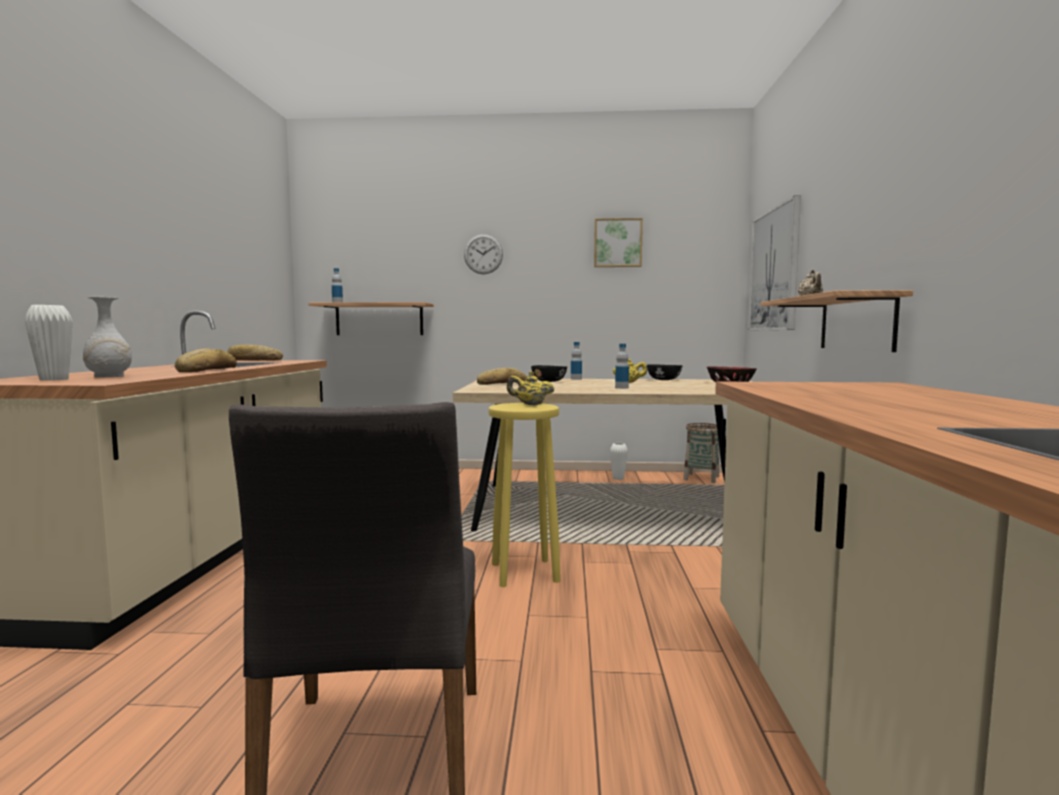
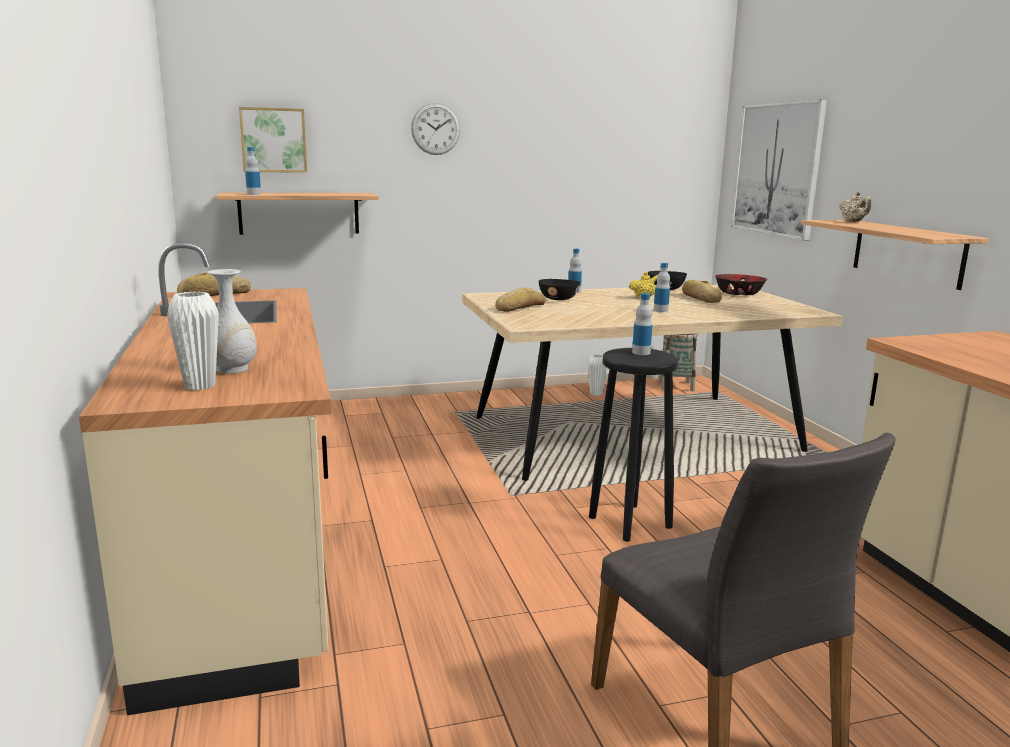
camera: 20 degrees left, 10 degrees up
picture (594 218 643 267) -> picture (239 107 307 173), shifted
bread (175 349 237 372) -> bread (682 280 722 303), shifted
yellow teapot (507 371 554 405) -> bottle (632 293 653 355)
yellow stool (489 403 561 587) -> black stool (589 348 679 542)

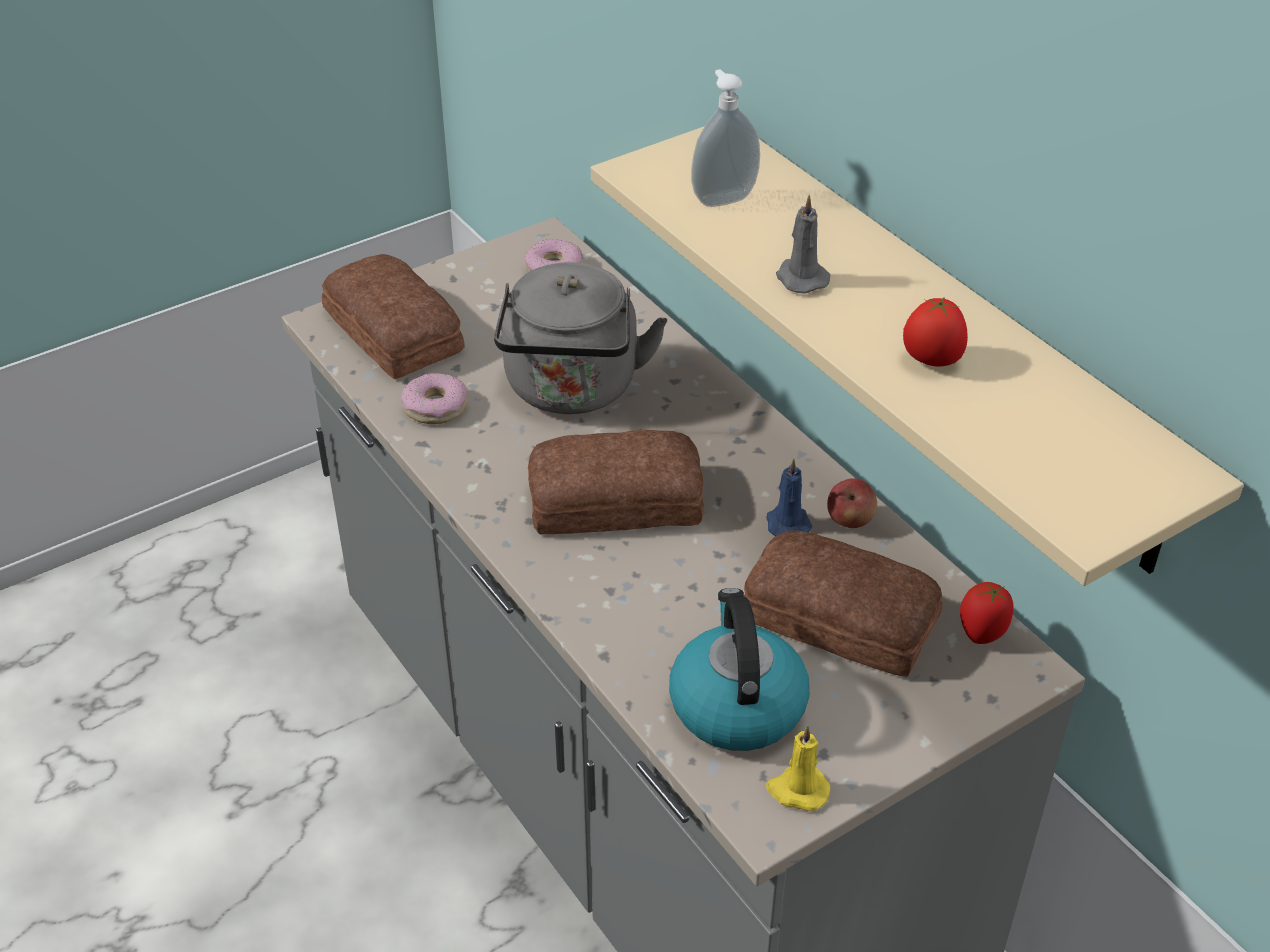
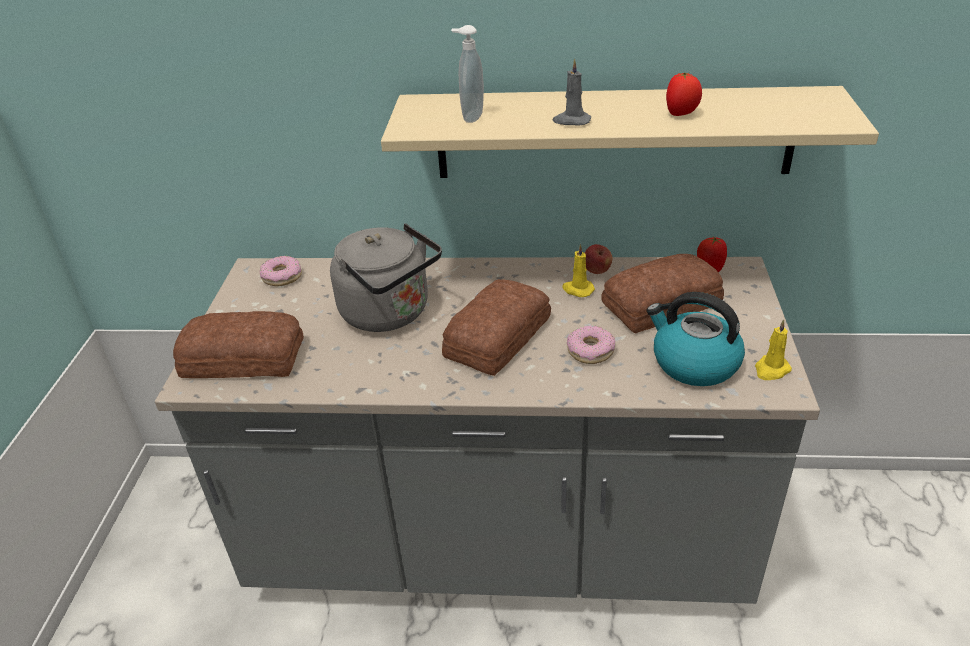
camera: 50 degrees left, 5 degrees down
donut (401 373 468 424) -> donut (567 325 615 364), shifted
blue candle (766 458 812 536) -> yellow candle (562 244 595 297)

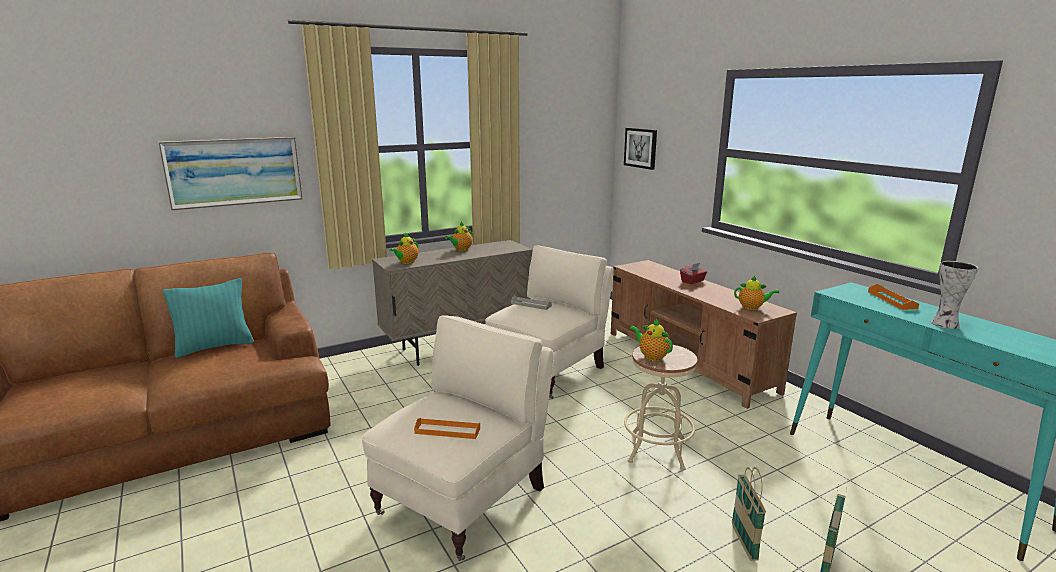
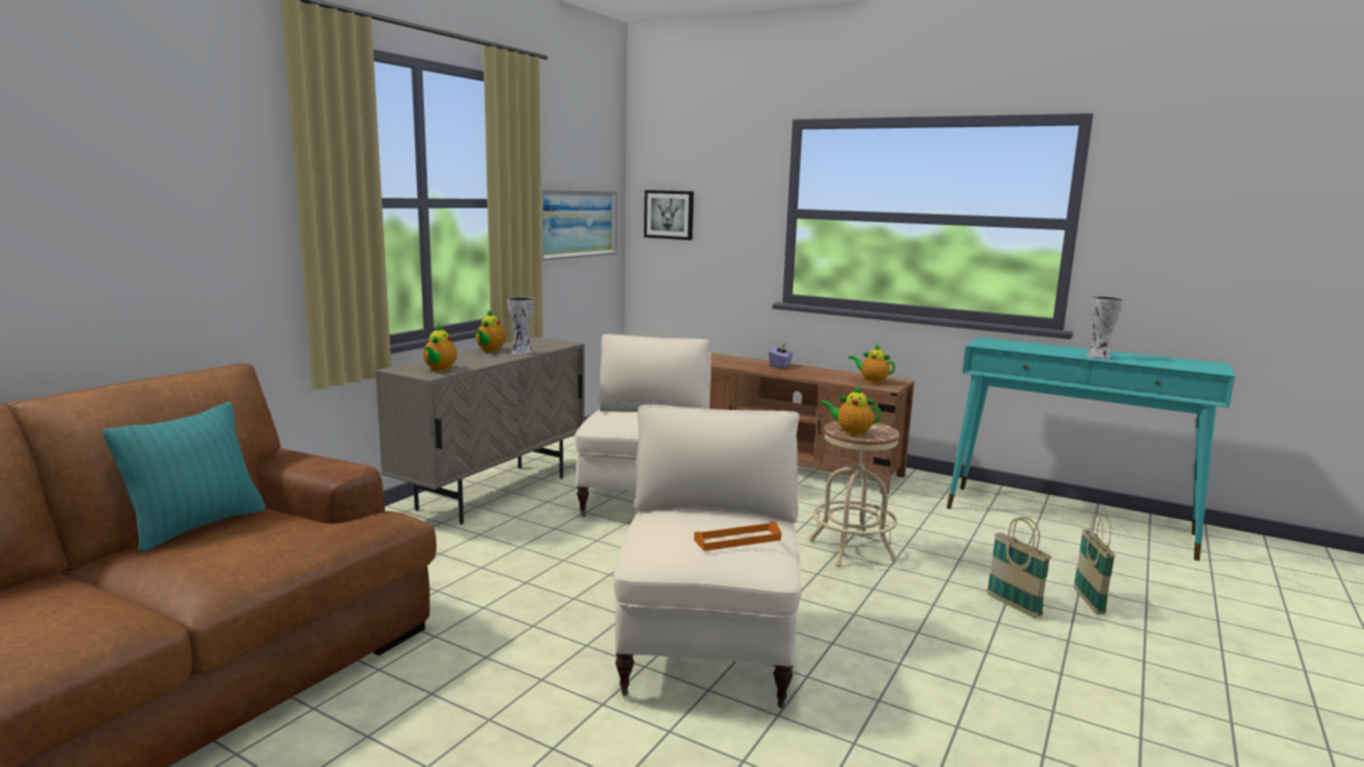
camera: 30 degrees left, 5 degrees down
picture (158 137 303 211) -> picture (541 190 617 260), shifted
red tissue box (680 263 707 284) -> purple tissue box (769 342 793 368)
teapot (734 276 779 310) -> teapot (849 344 895 384), 135 degrees counterclockwise
orange tray (868 284 919 310) -> none
none -> vase (507 297 535 355)

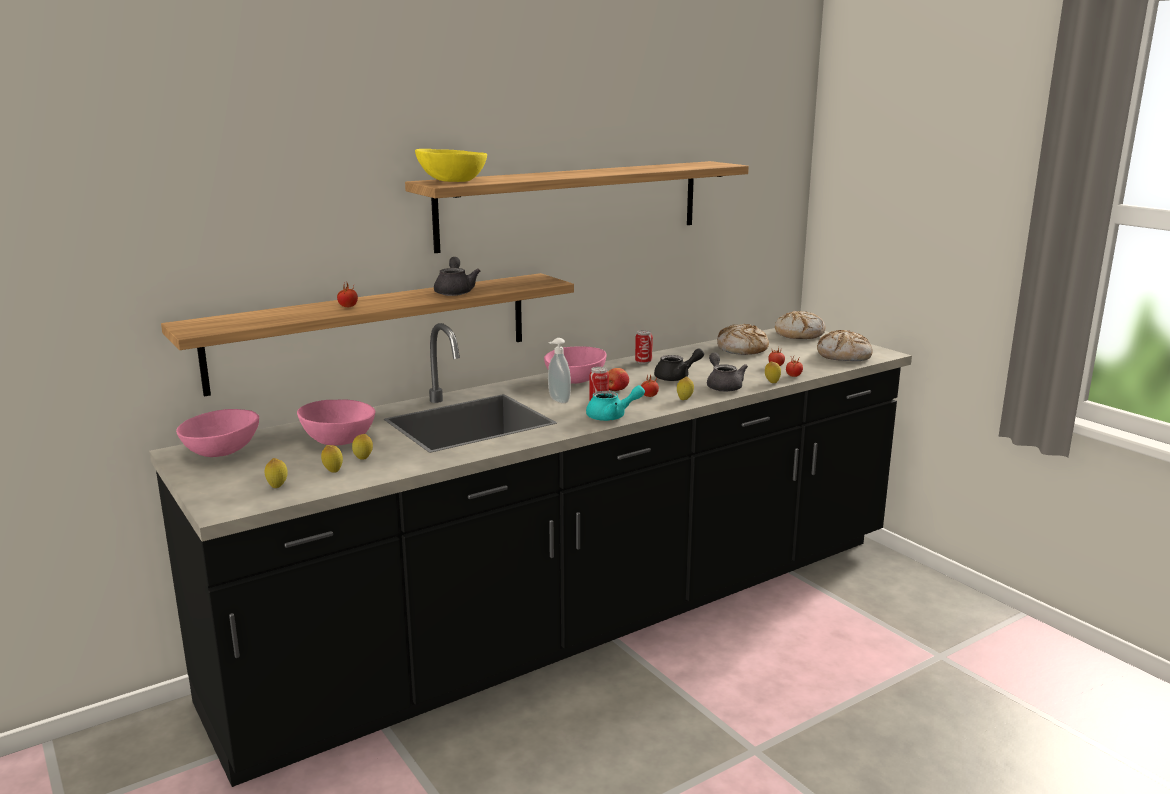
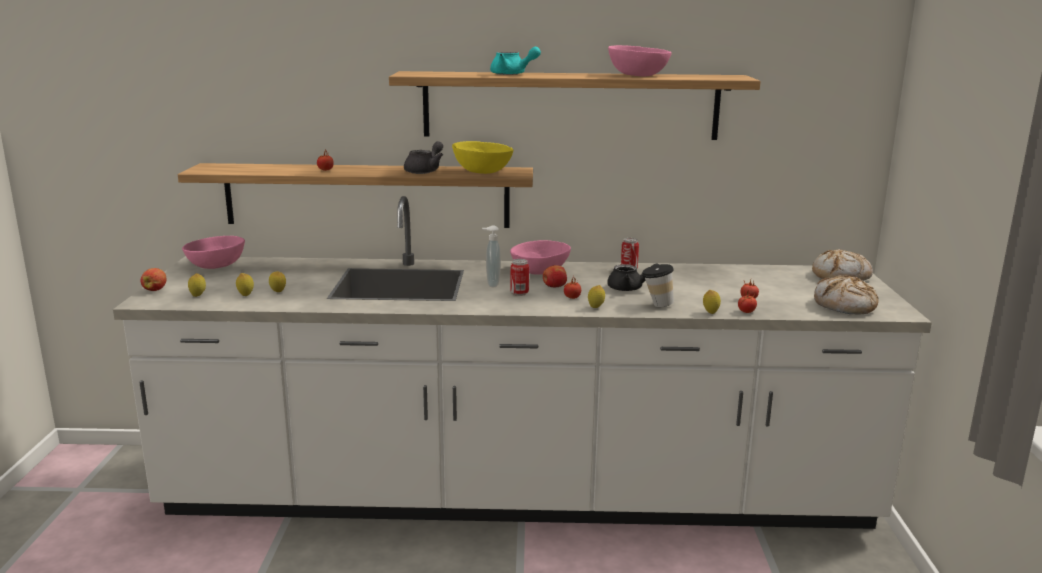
camera: 35 degrees right, 0 degrees up
yellow bowl (415 149 487 182) -> yellow bowl (452 141 513 174), shifted
black counter (149 323 912 787) -> white counter (113 196 932 529)
bread (717 324 769 355) -> none
grey teapot (707 352 748 392) -> cup (642 264 674 307)
turquoise teapot (586 385 645 421) -> turquoise teapot (490 47 541 75), shifted
pink bowl (297 399 375 445) -> pink bowl (608 45 672 76), shifted
none -> apple (141 268 167 291)

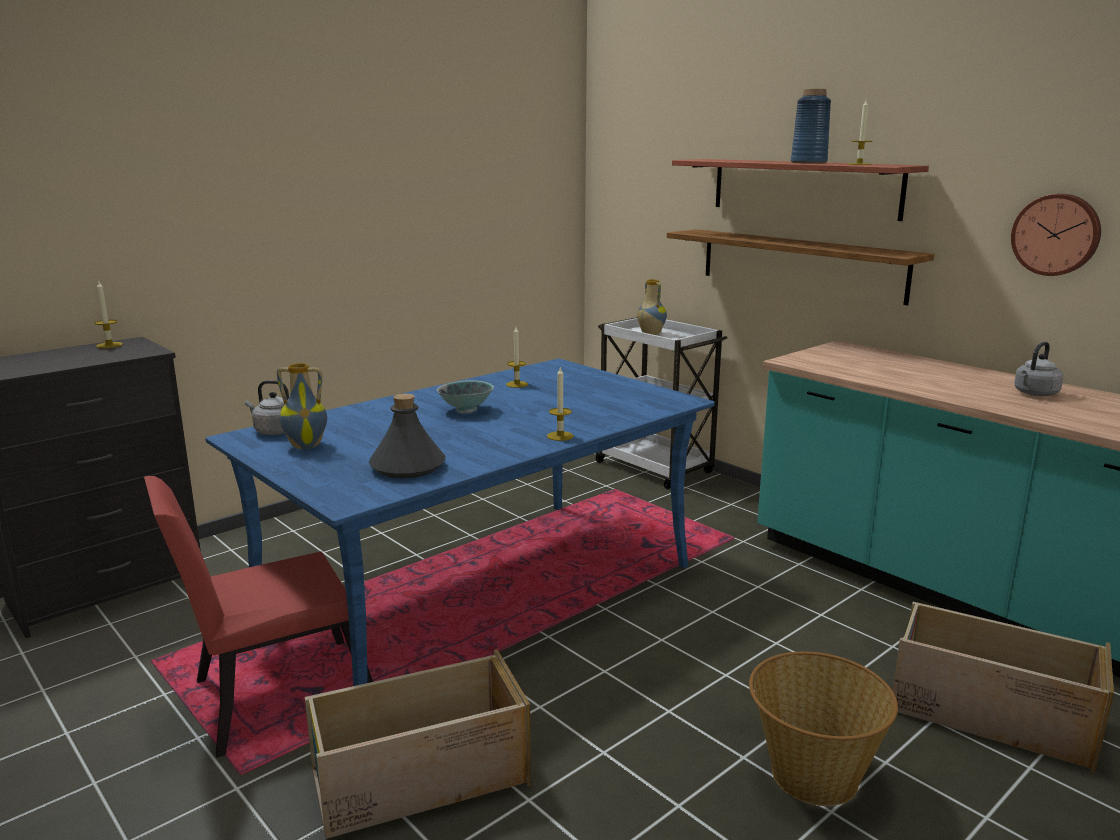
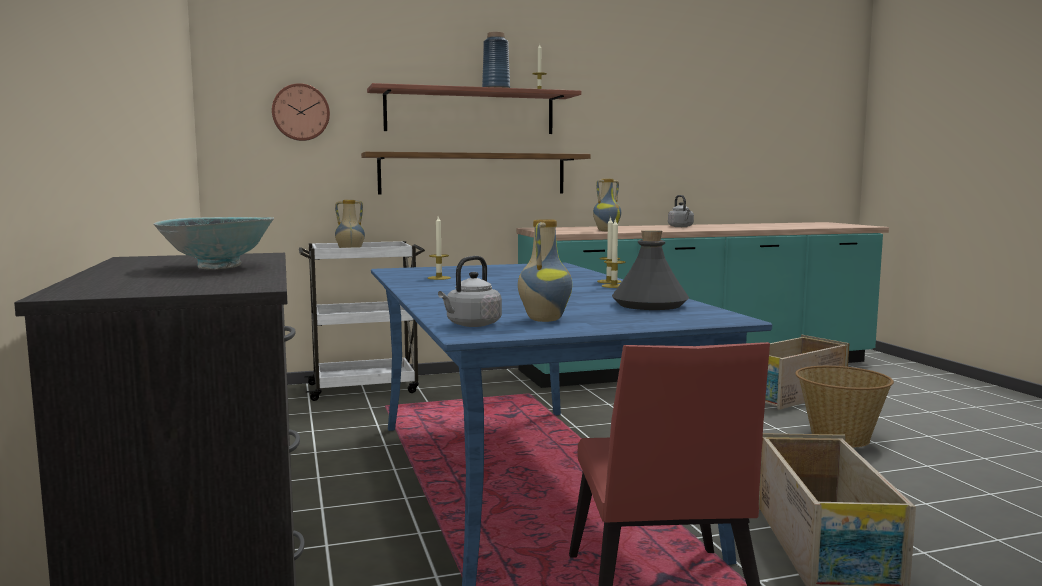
camera: 65 degrees left, 10 degrees down
wall clock (1011 194 1101 276) -> wall clock (272 83 330 141), shifted
candle (94 281 123 348) -> candle (602 218 625 288), shifted
bowl (437 380 494 413) -> bowl (153 217 274 270), shifted
none -> vase (593 179 621 231)

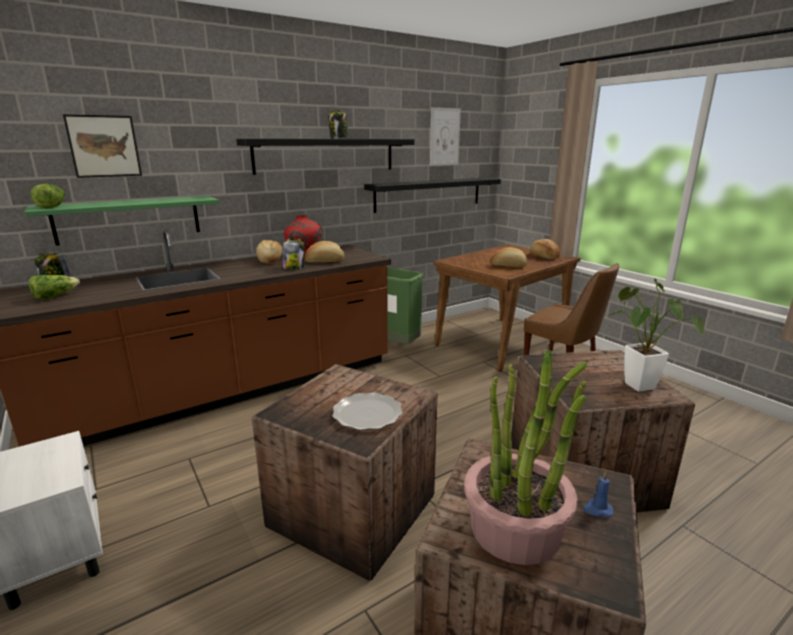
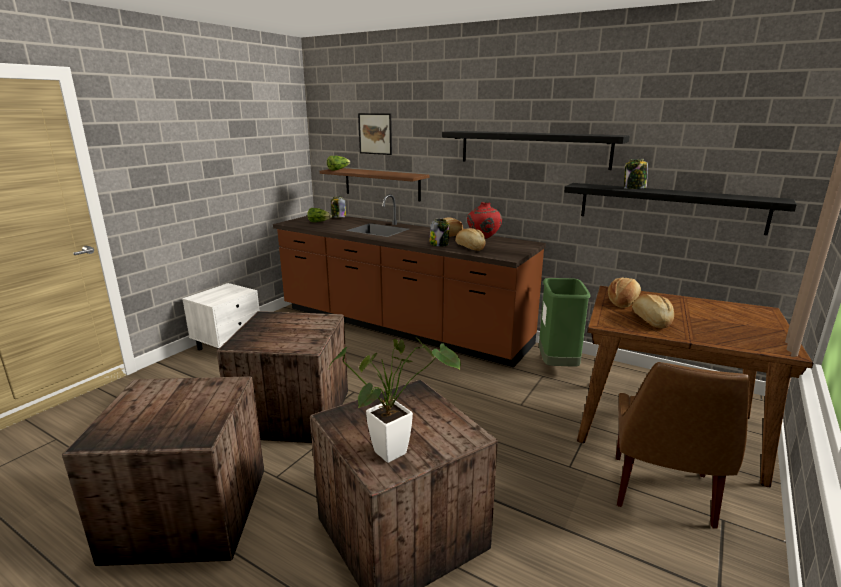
camera: 65 degrees right, 0 degrees up
picture (430 107 461 166) -> none
jar (328 110 349 139) -> jar (624 159 648 189), shifted
green shelf (25 196 219 246) -> brown shelf (320 168 429 201)
bread (530 239 560 259) -> bread (608 278 641 308), shifted
potted plant (464 349 587 565) -> none
plate (333 393 402 430) -> none
blue candle (583 471 614 517) -> none

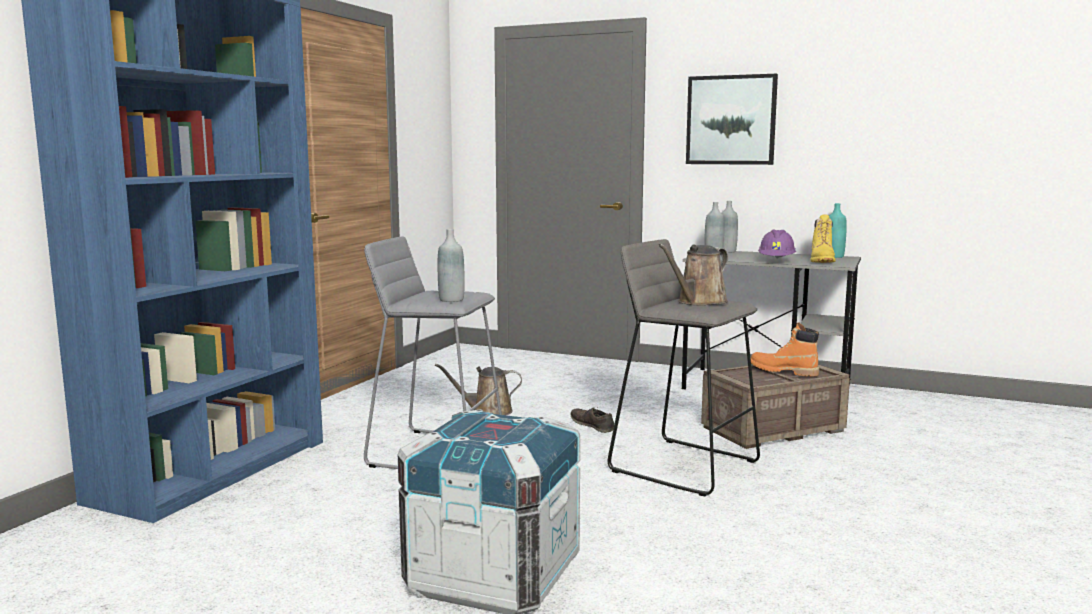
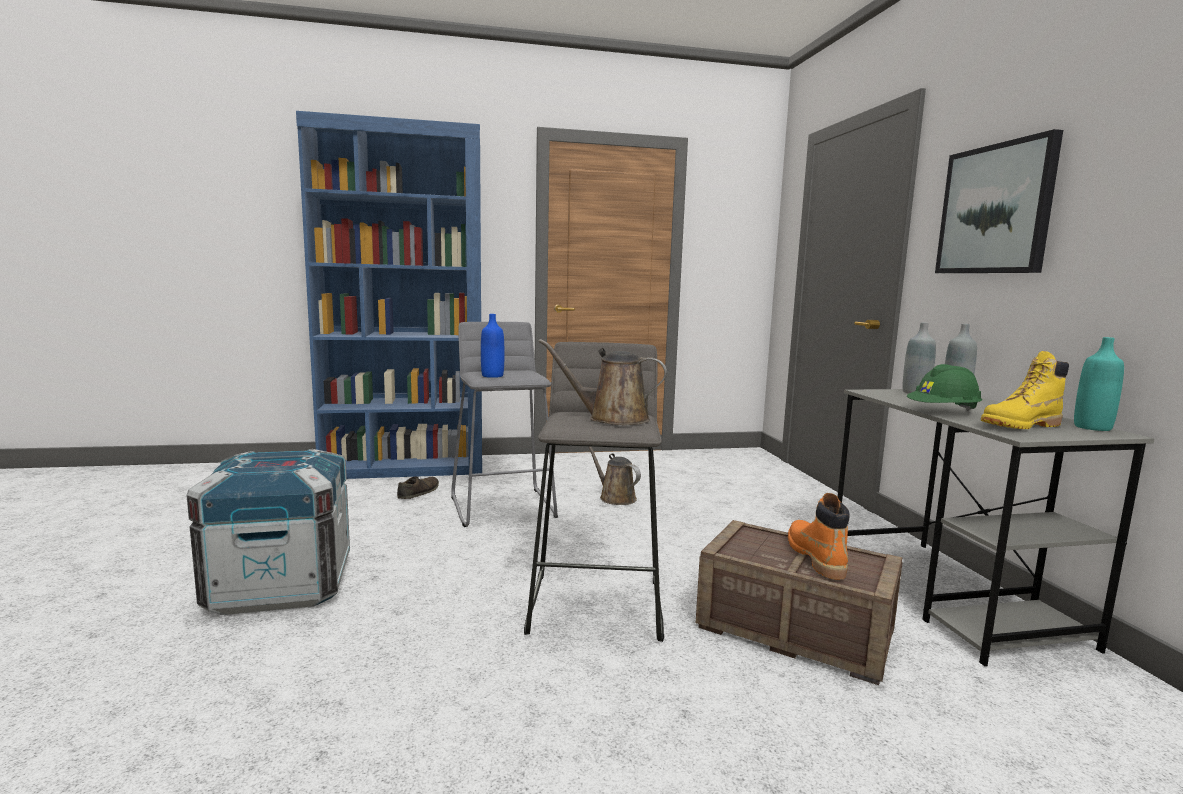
camera: 55 degrees right, 0 degrees up
grey bottle (438 229 465 302) -> blue bottle (481 314 504 378)
purple hard hat (758 229 796 259) -> green hard hat (907 364 982 411)
brown shoe (570 408 614 433) -> brown shoe (397 476 439 499), shifted

